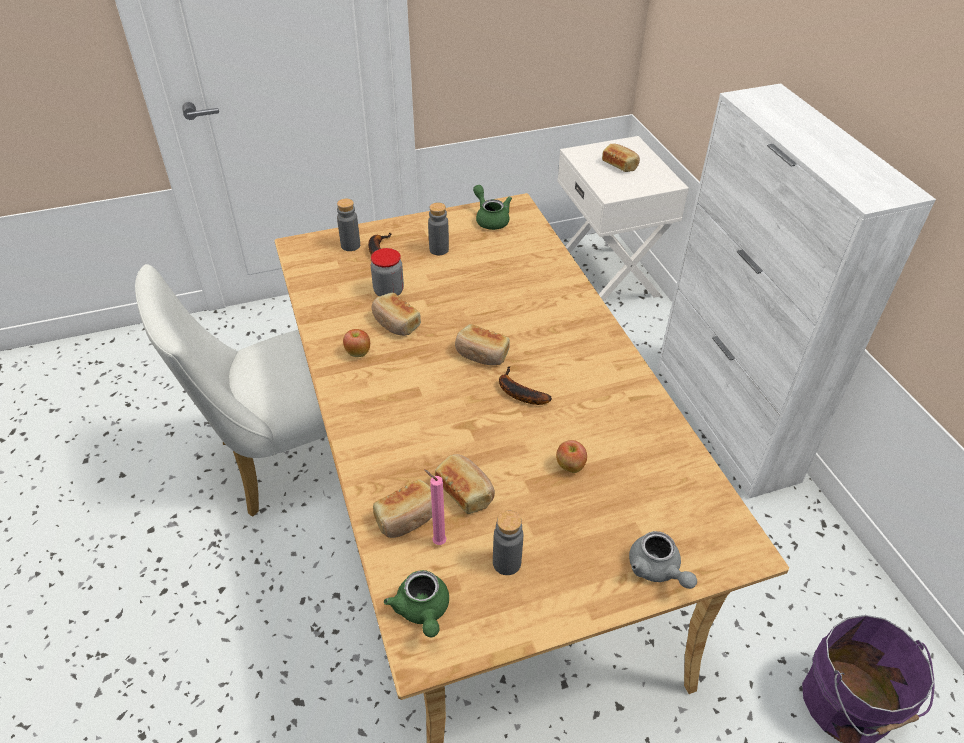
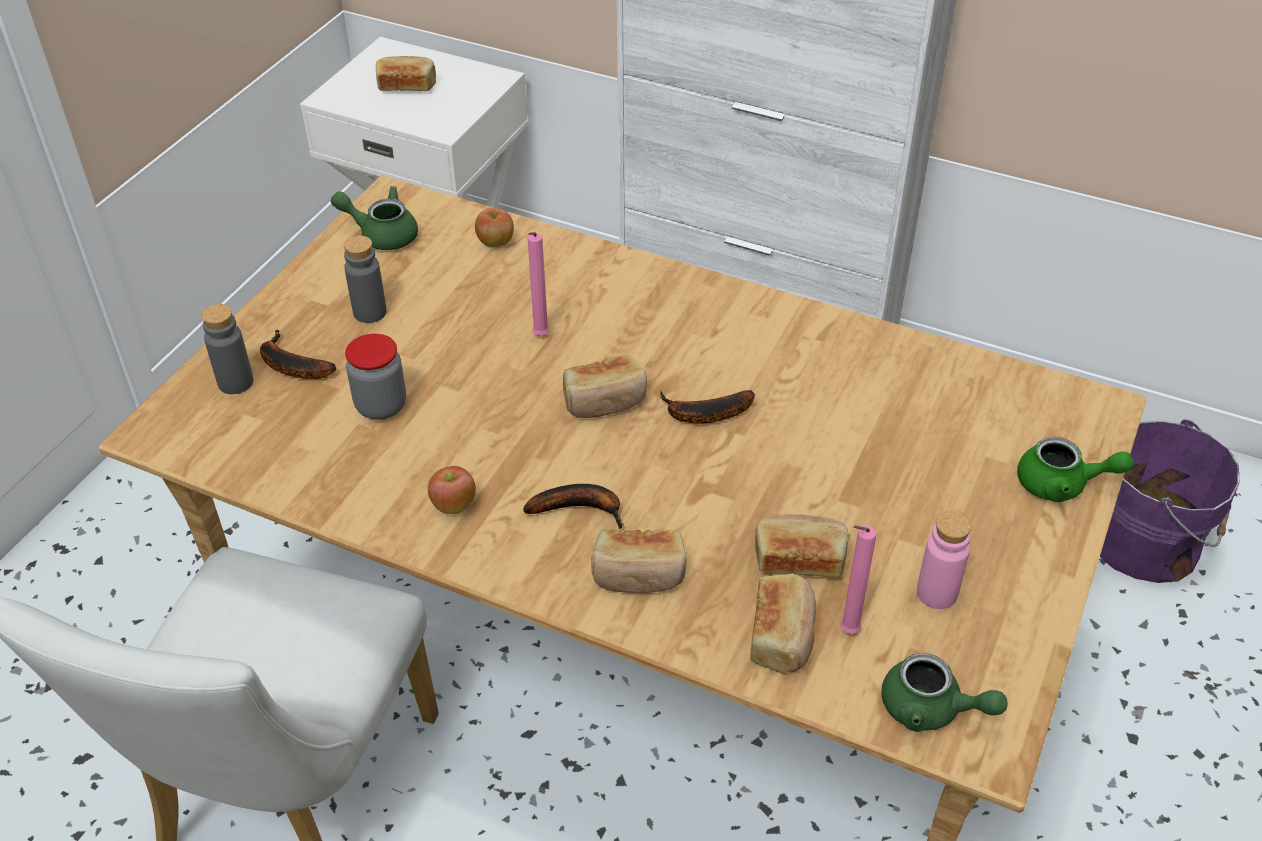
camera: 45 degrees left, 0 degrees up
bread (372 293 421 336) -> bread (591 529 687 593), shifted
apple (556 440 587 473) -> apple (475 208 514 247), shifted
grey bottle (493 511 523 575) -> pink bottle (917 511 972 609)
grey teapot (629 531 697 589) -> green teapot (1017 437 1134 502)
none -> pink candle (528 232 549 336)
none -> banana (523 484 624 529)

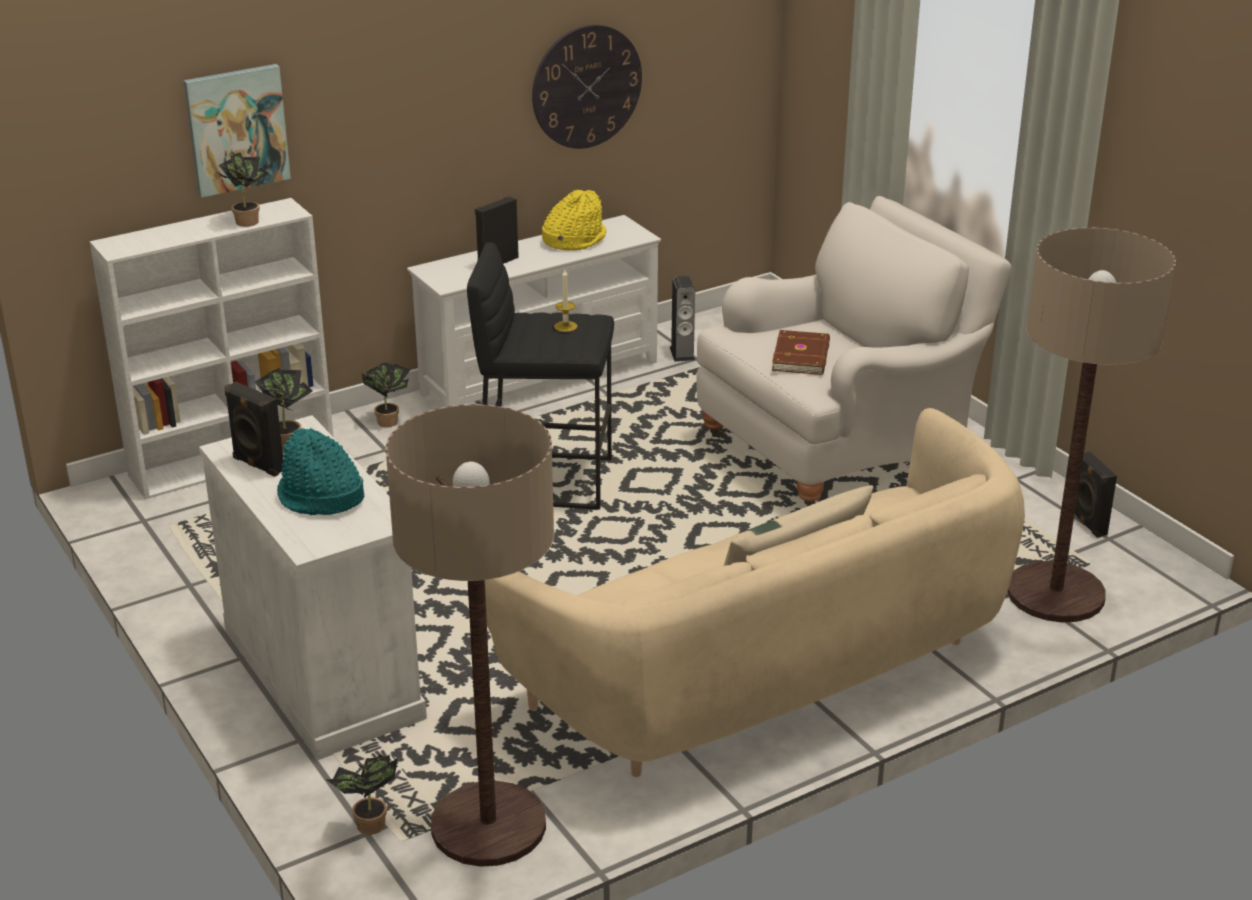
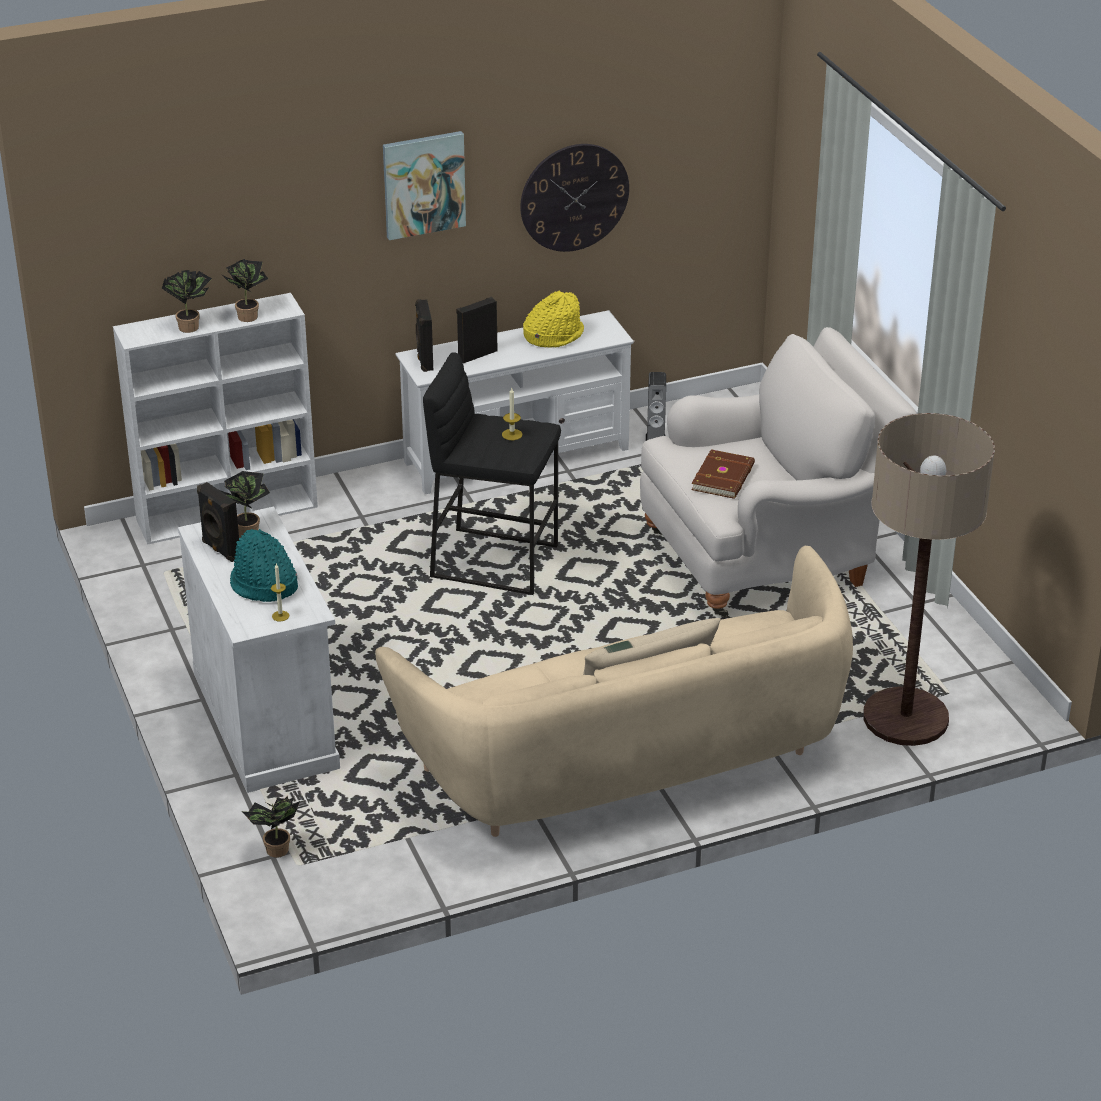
camera: 10 degrees right, 5 degrees up
picture (184 64 291 198) -> picture (383 131 466 240), shifted
potted plant (362 363 411 427) -> potted plant (162 270 212 333), shifted
floor lamp (386 404 554 867) -> none
black speaker (1074 452 1117 538) -> black speaker (415 299 433 372), shifted
none -> candle (271 564 289 621)

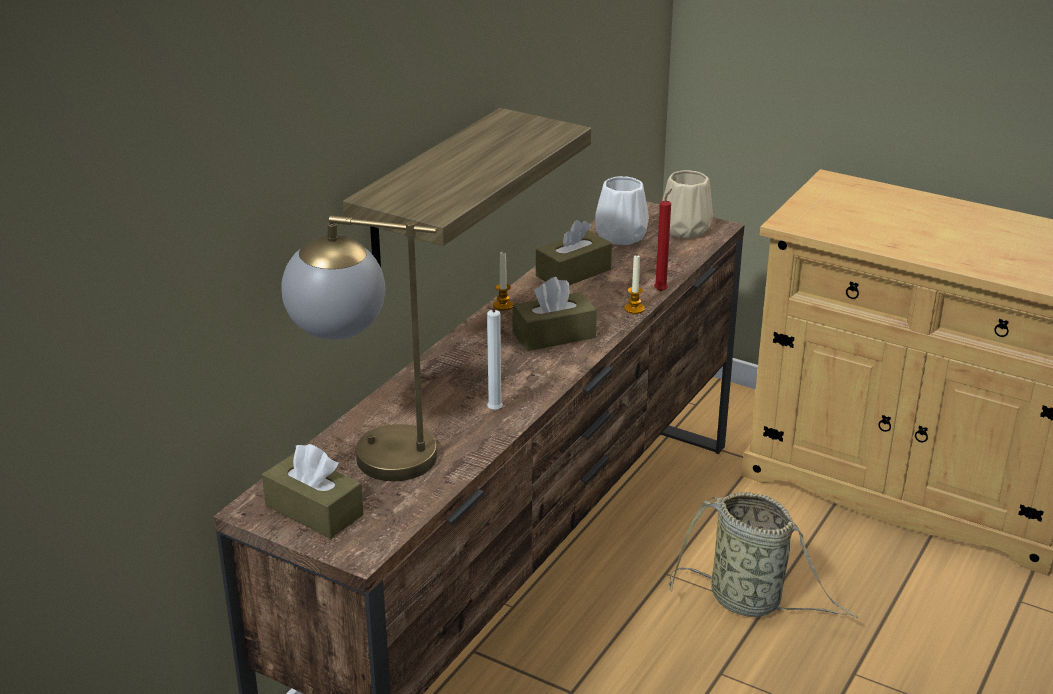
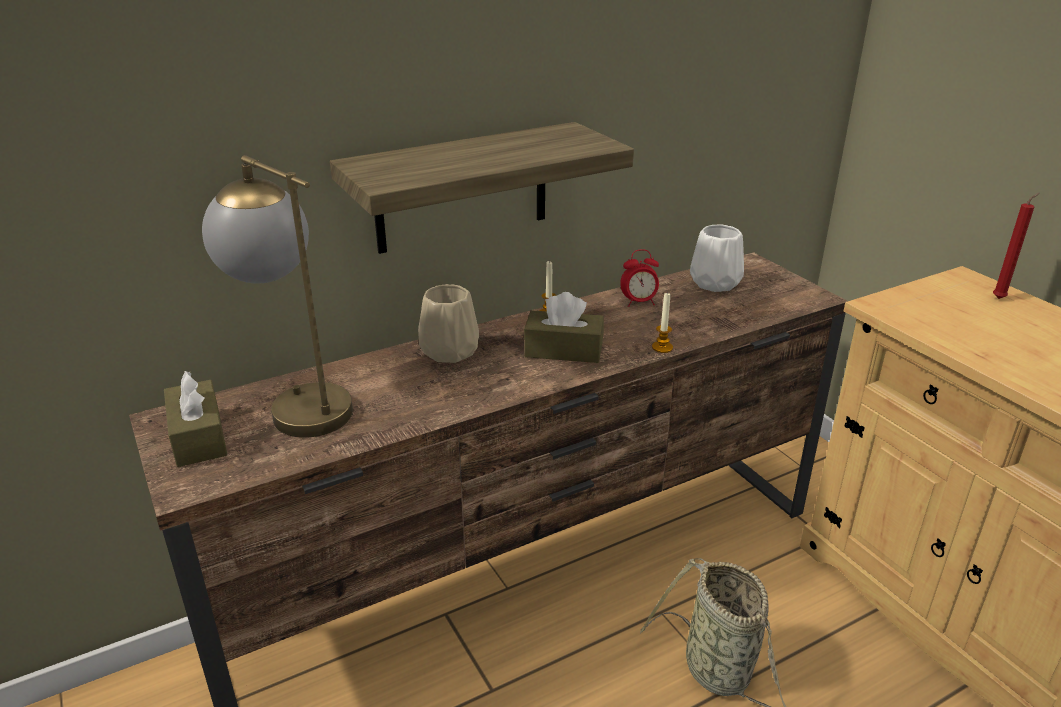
camera: 30 degrees right, 0 degrees up
beige vase (662 170 713 239) -> beige vase (418 284 479 363), shifted
red candle (654 189 672 292) -> red candle (993 192 1040 299), shifted
brown tissue box (536 220 612 285) -> alarm clock (620 249 659 307)
white candle (487 307 503 411) -> none

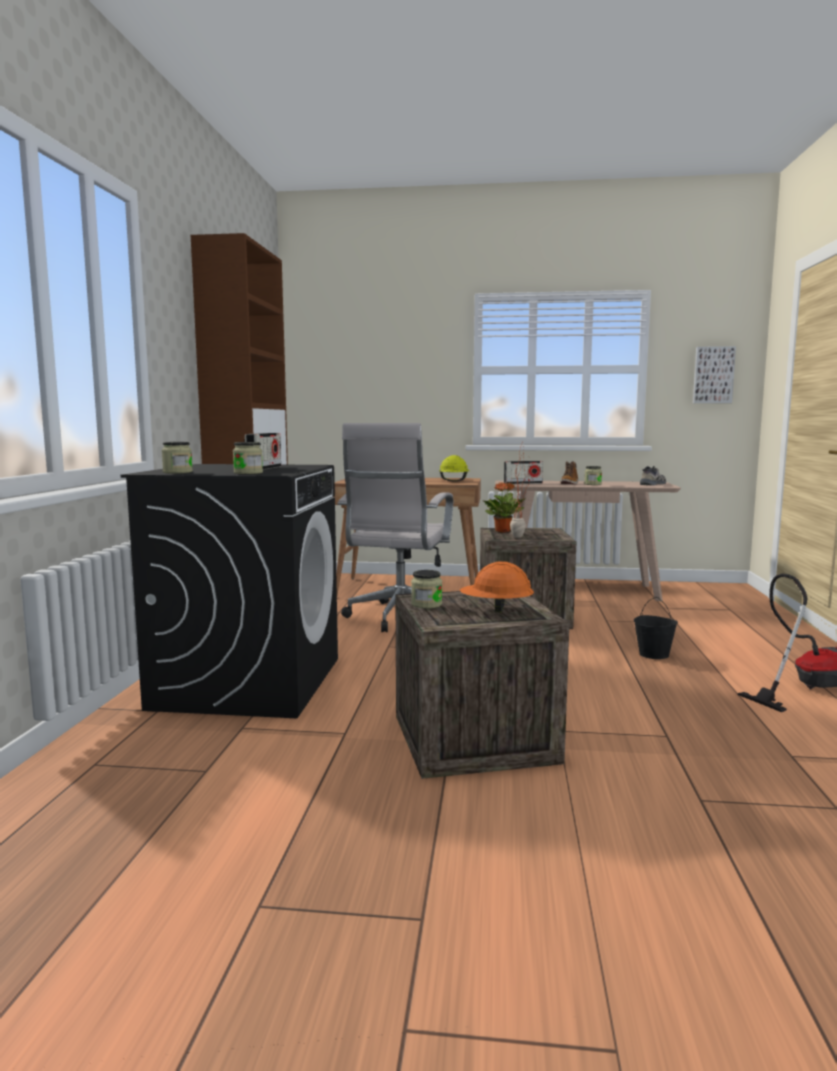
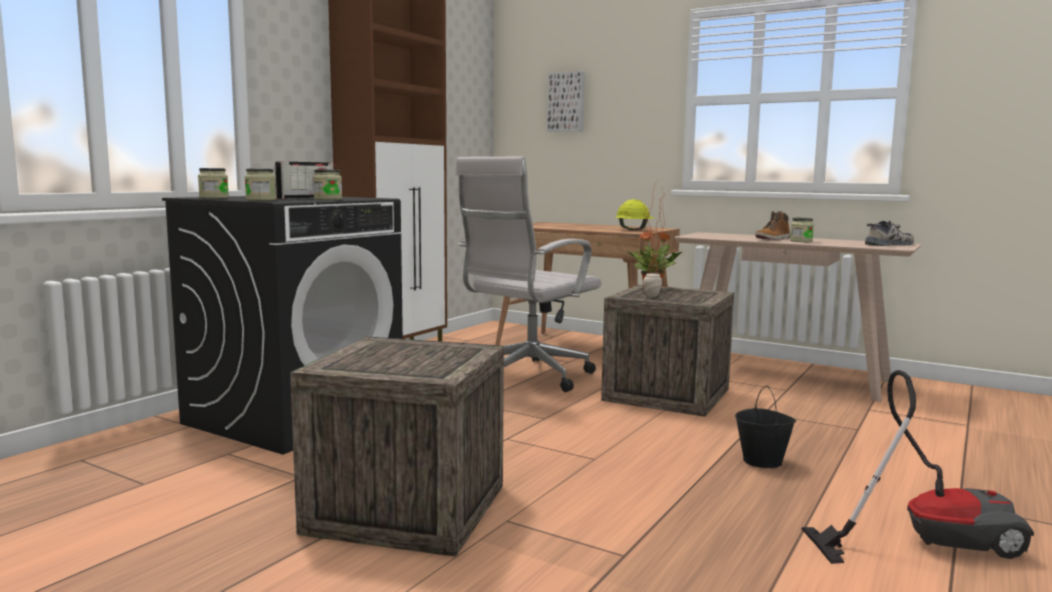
camera: 25 degrees right, 0 degrees up
picture (693 346 736 403) -> picture (547 71 584 132), shifted
radio (504 461 543 484) -> none
orange hard hat (460 561 534 612) -> none
jar (411 570 442 609) -> jar (313 169 342 200), shifted

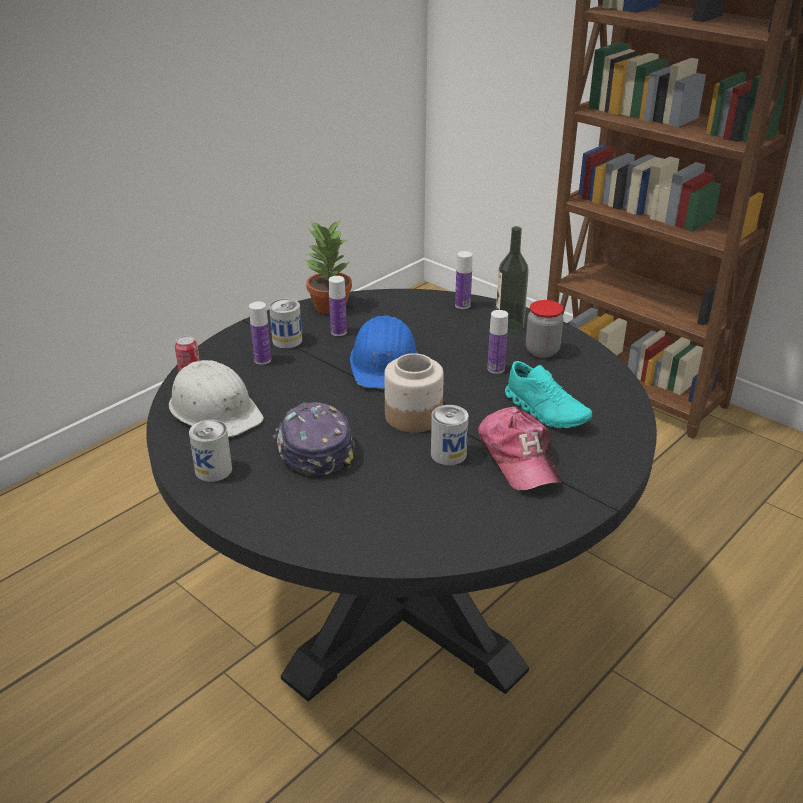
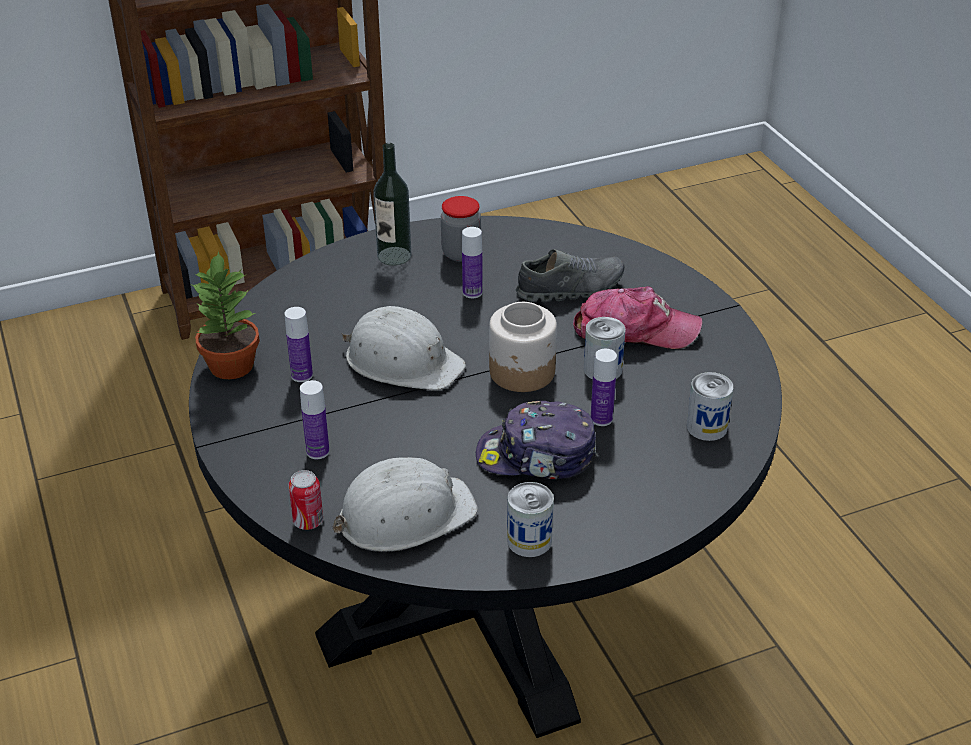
camera: 65 degrees left, 5 degrees up
bottle (455 251 472 309) -> bottle (591 349 617 426), shifted
can (269 299 302 348) -> can (687 372 733 441), shifted
blue hard hat (350 315 418 389) -> white hard hat (342 306 466 391)
turquoise shoe (505 361 592 428) -> grey shoe (516 249 624 302)

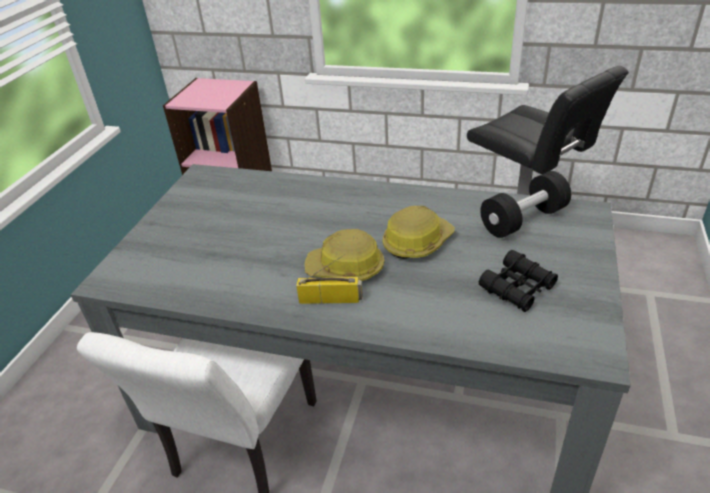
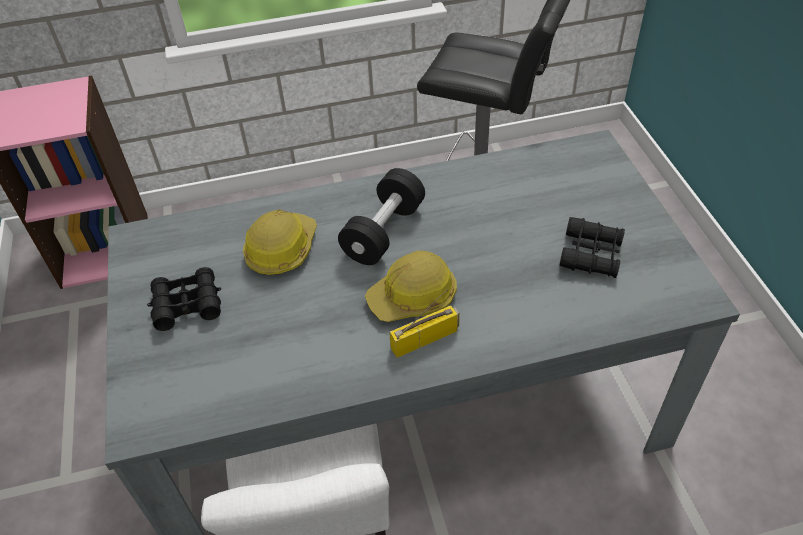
camera: 30 degrees left, 10 degrees up
black dumbbell (480 171 571 238) -> black dumbbell (338 168 425 265), shifted
hard hat (382 206 455 259) -> hard hat (243 209 317 275), shifted
none -> black binoculars (147 267 222 331)

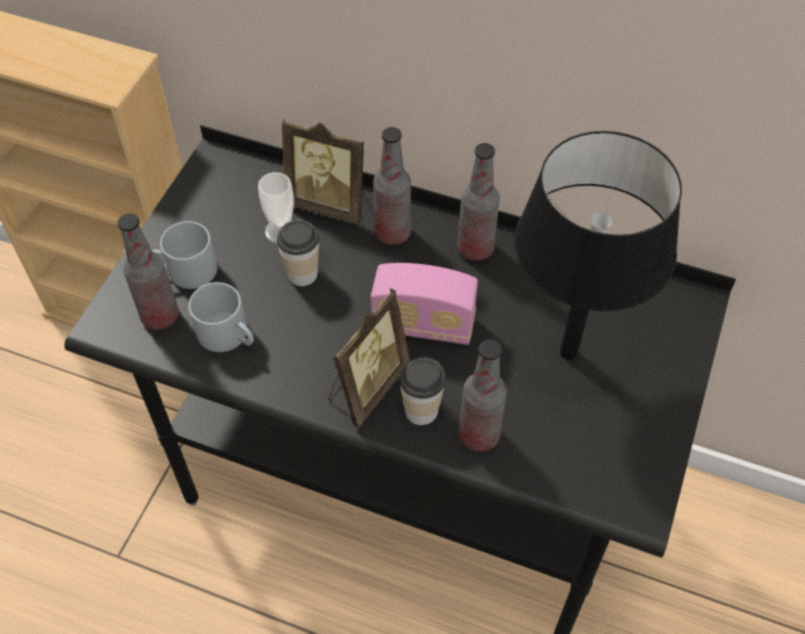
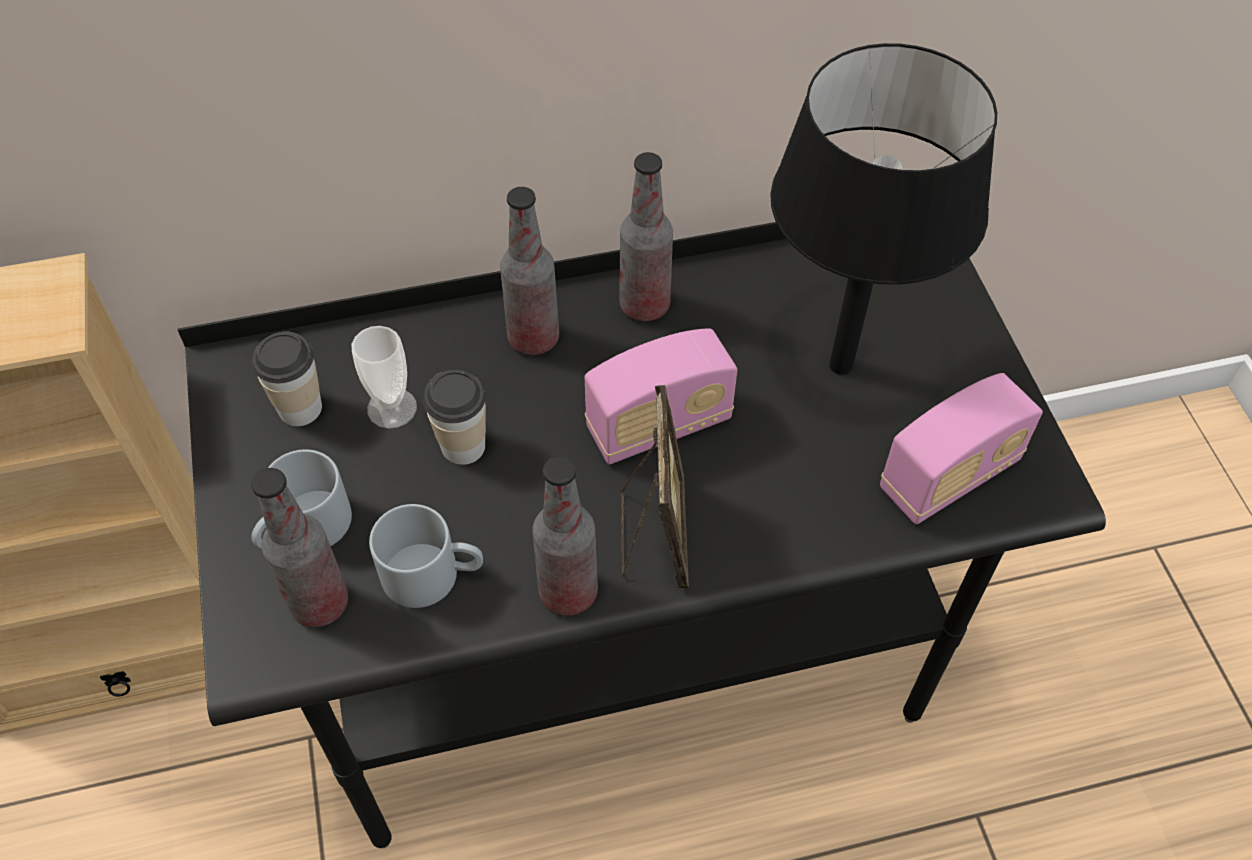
camera: 35 degrees left, 0 degrees up
picture frame (282 119 365 224) -> none
bottle (459 339 507 452) -> bottle (533 456 598 616), shifted
cup (399 357 446 425) -> cup (252 332 322 426), shifted
none -> radio (880 373 1043 524)

